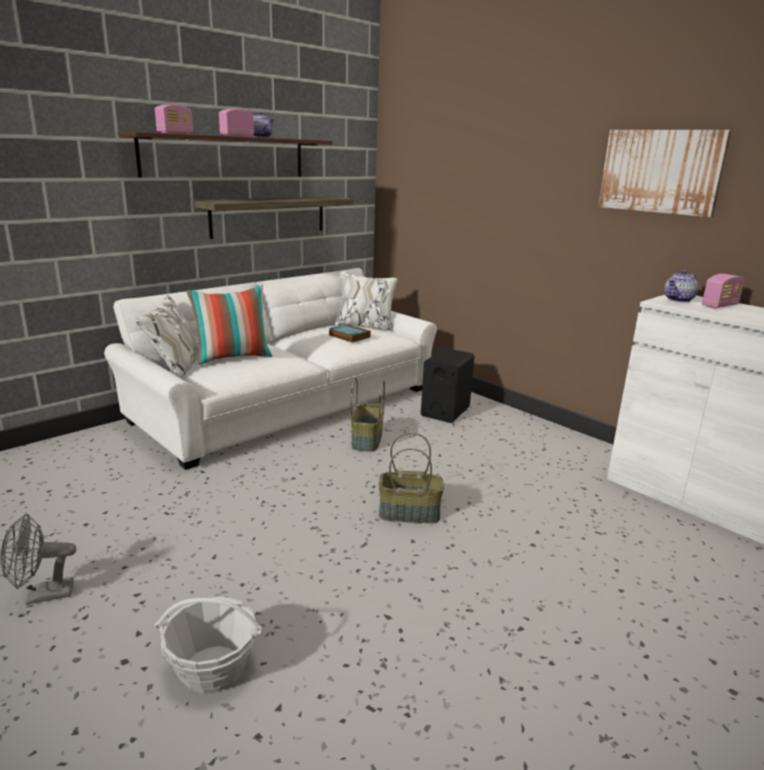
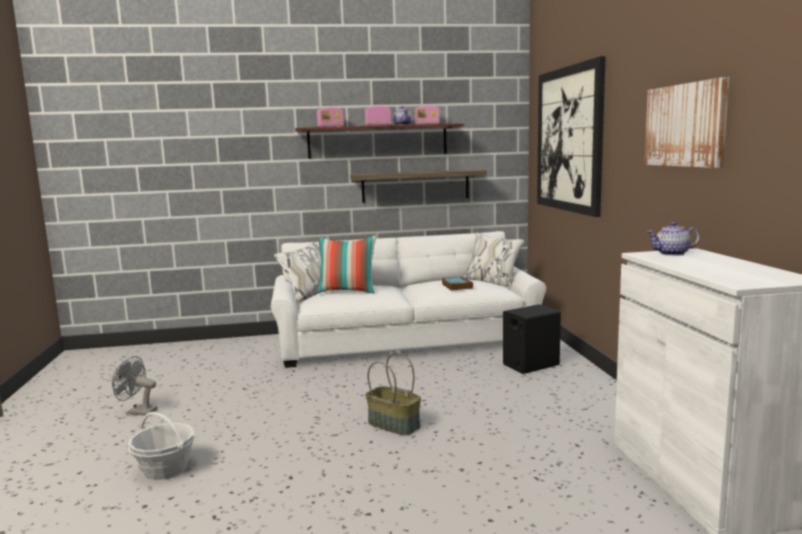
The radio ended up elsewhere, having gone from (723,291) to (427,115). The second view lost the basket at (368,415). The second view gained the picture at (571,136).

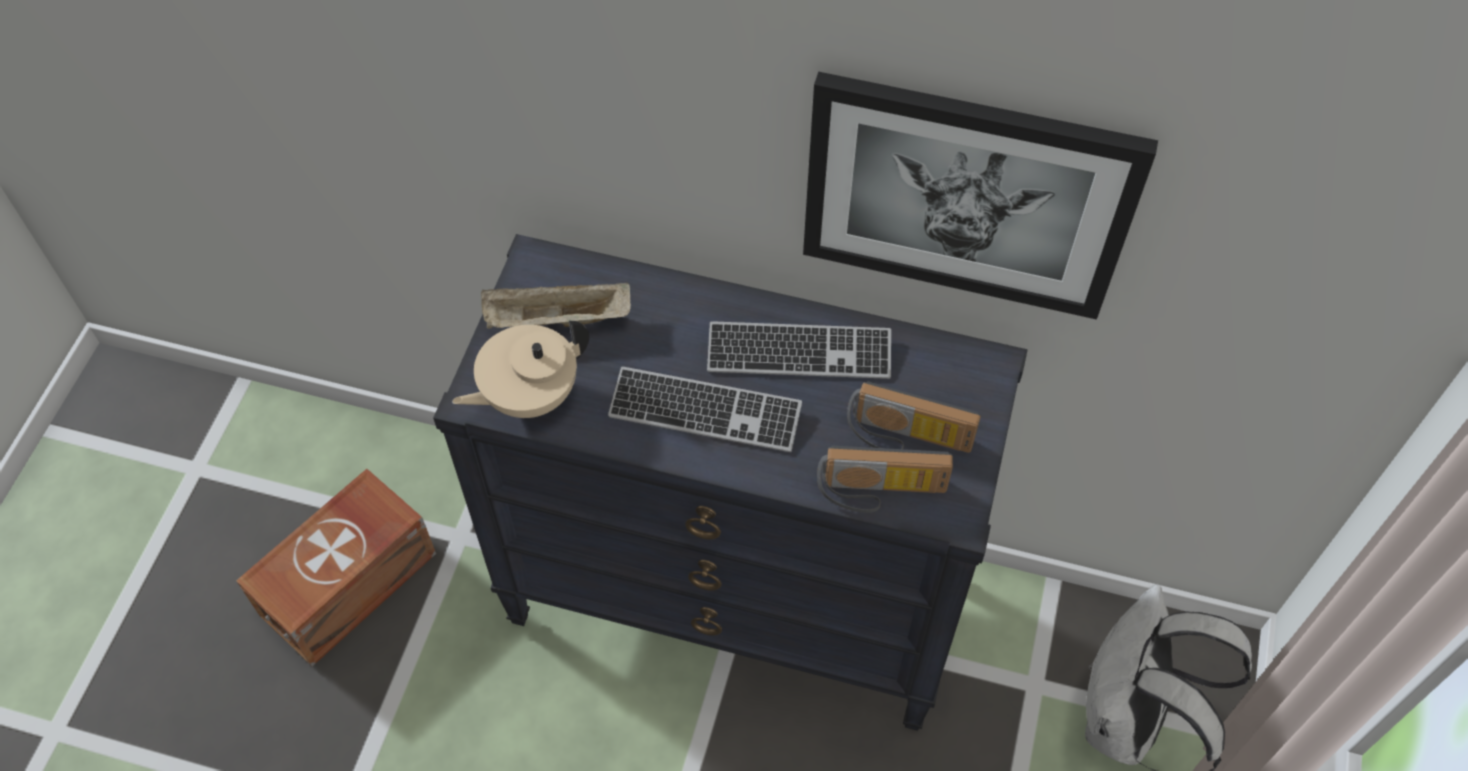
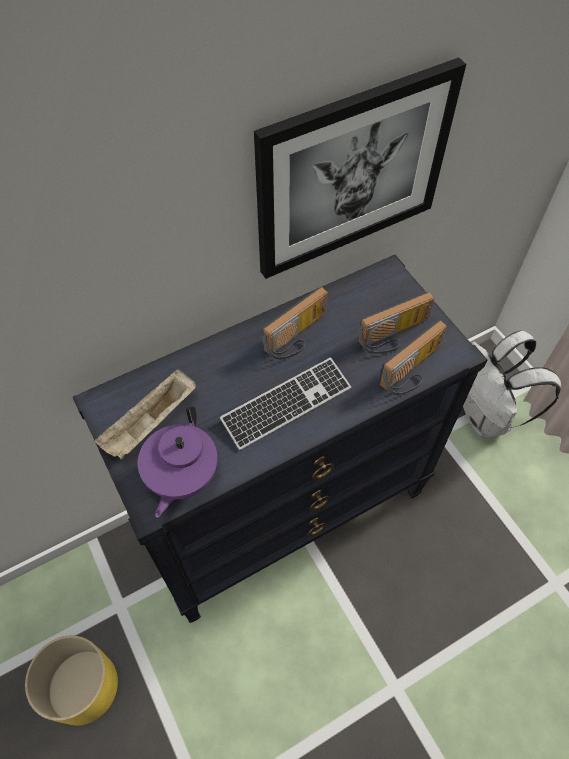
What was the beige teapot at (520,369) turned into the purple teapot at (177,461). Where the keyboard stood at (799,350), the radio came to stand at (295,323). Where the brown storage box stood at (336,567), the yellow planter came to stand at (71,680).

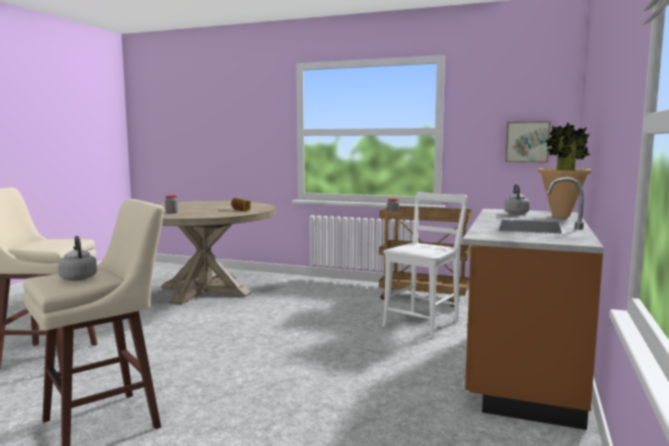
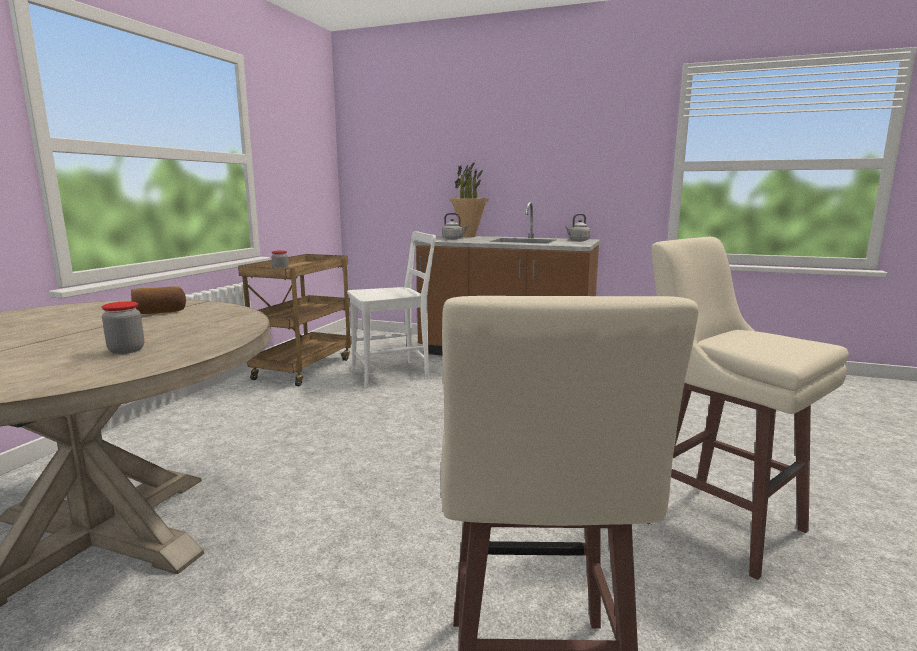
The second view lost the picture at (527,141). The white chair at (425,265) ended up facing another way, 120 degrees clockwise from before. The grey kettle ended up elsewhere, having gone from (77,258) to (578,227).

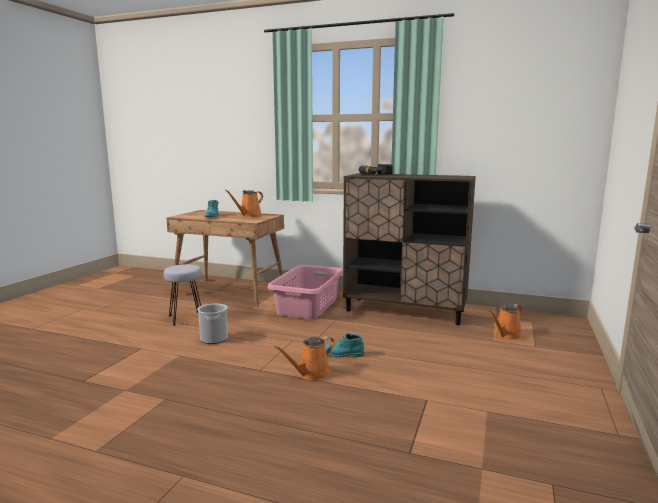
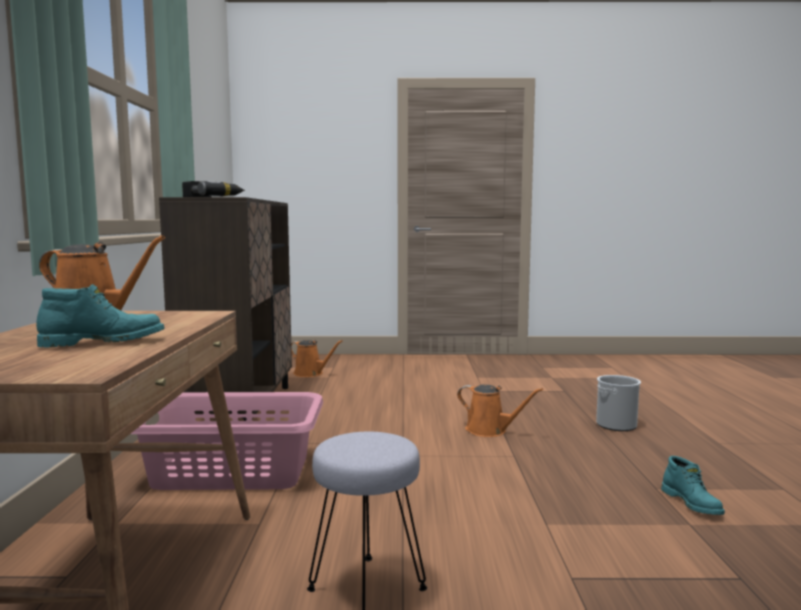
The bucket ended up elsewhere, having gone from (212,323) to (618,403). The turquoise boot ended up elsewhere, having gone from (344,345) to (693,485).

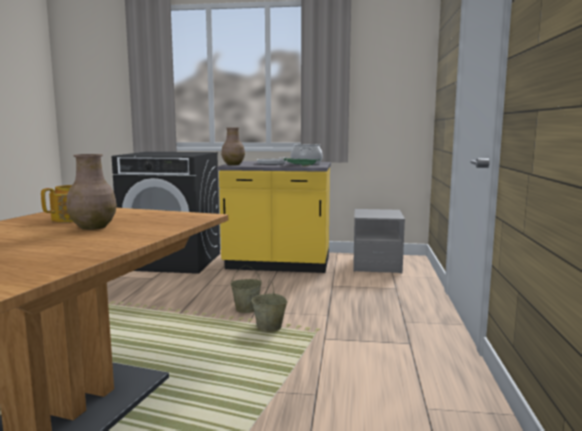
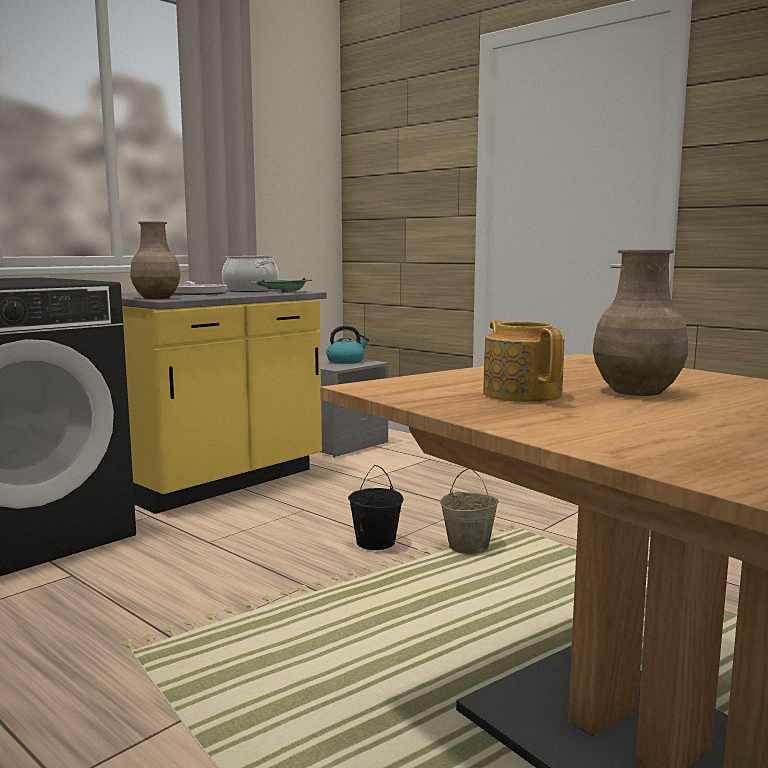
What was the beige bucket at (246,289) turned into the black bucket at (376,507). The second view gained the kettle at (347,344).

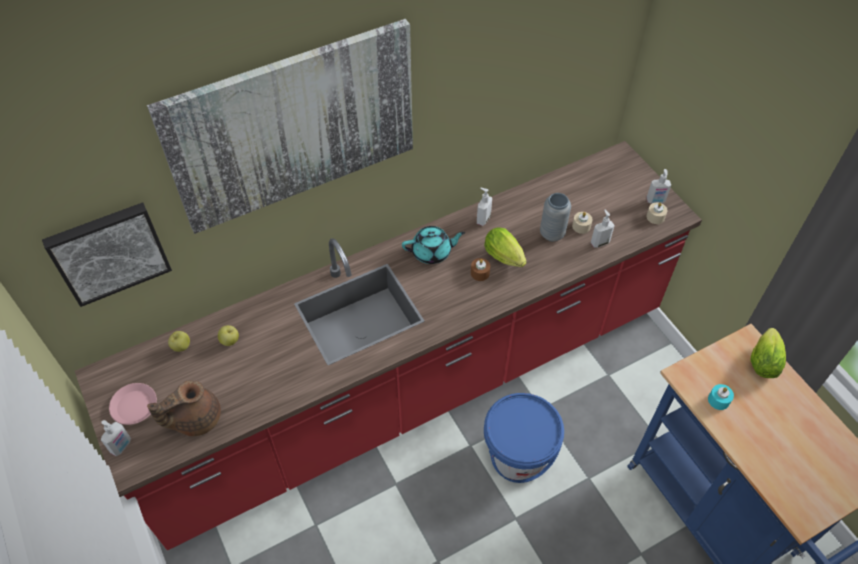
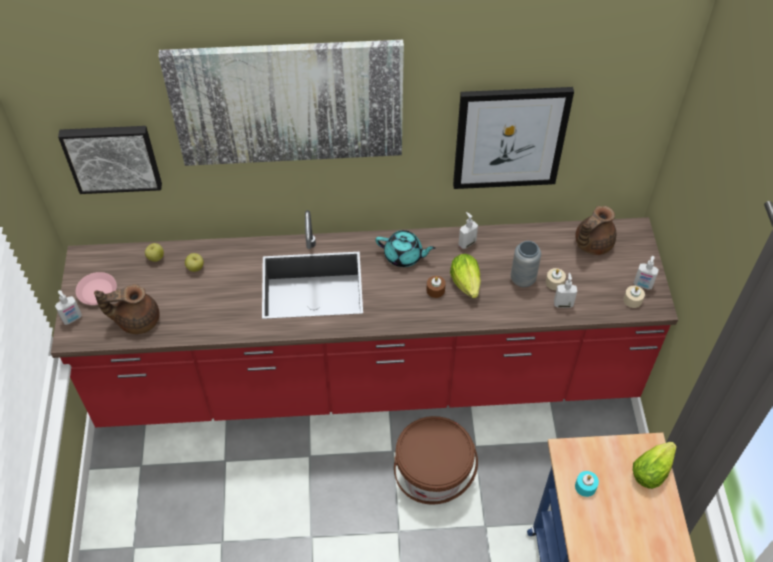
What was the blue bucket at (524,438) turned into the brown bucket at (436,460). The second view gained the picture at (513,138). The second view gained the brown teapot at (595,230).

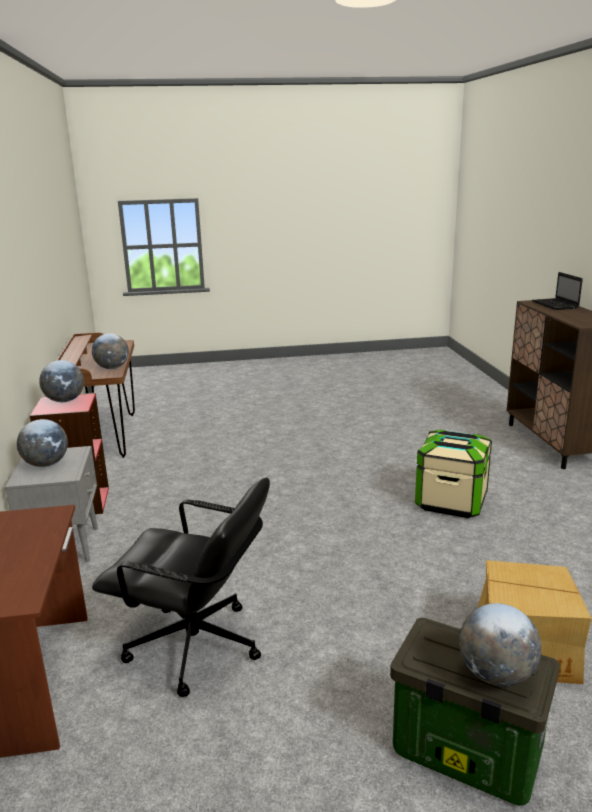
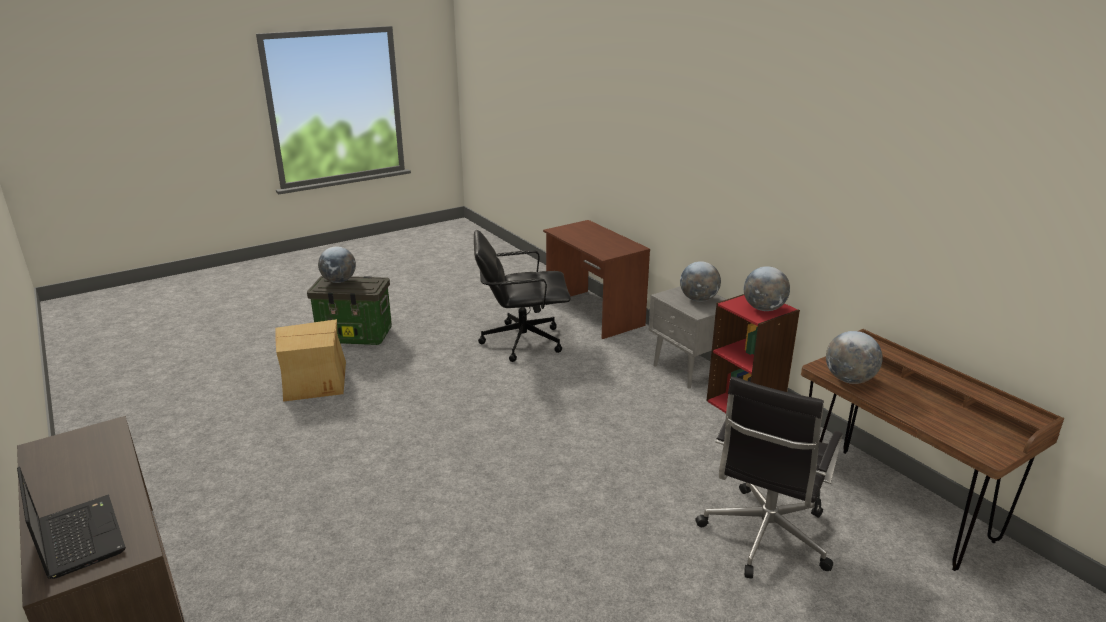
The second view lost the storage box at (453,474). The second view gained the black office chair at (769,477).

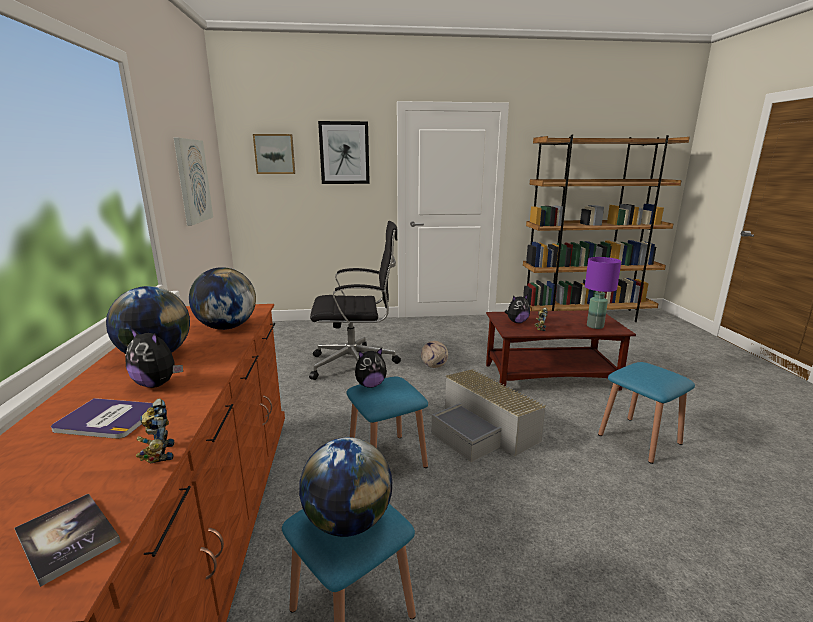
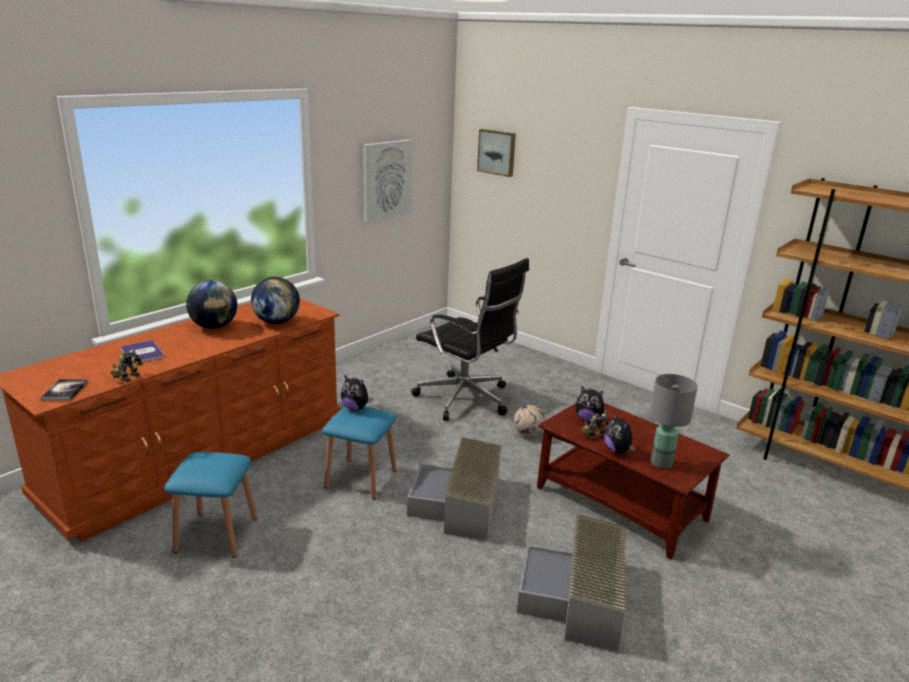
The second view lost the picture at (344,152). What was the purple table lamp at (603,293) turned into the grey table lamp at (674,421). The plush toy ended up elsewhere, having gone from (154,358) to (620,433). Where the blue stool stood at (646,413), the grey storage box came to stand at (571,582). The second view lost the globe at (345,487).

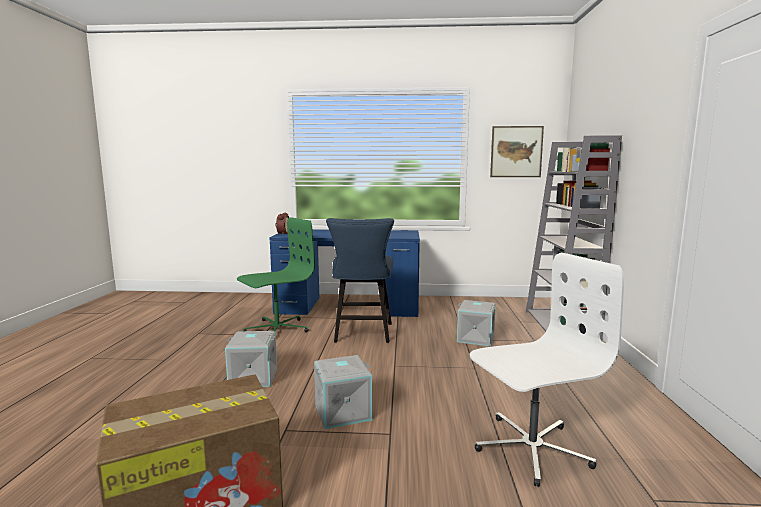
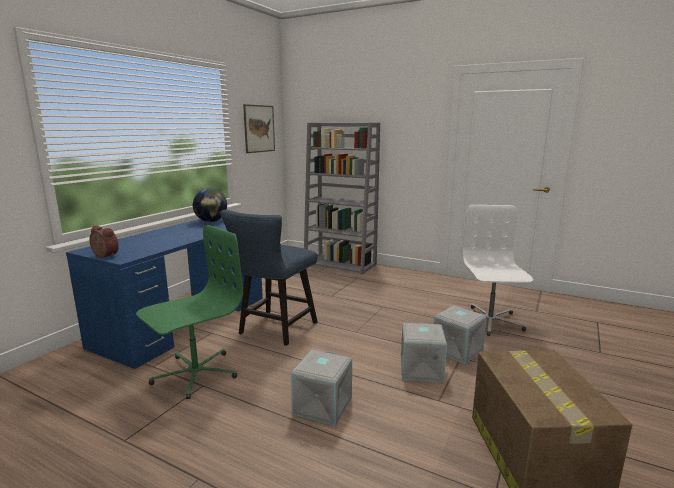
The green office chair at (276,274) ended up facing another way, 60 degrees clockwise from before. The blue chair at (360,280) ended up facing another way, 90 degrees clockwise from before. The grey storage box ended up elsewhere, having gone from (477,323) to (460,335). The second view gained the globe at (210,205).

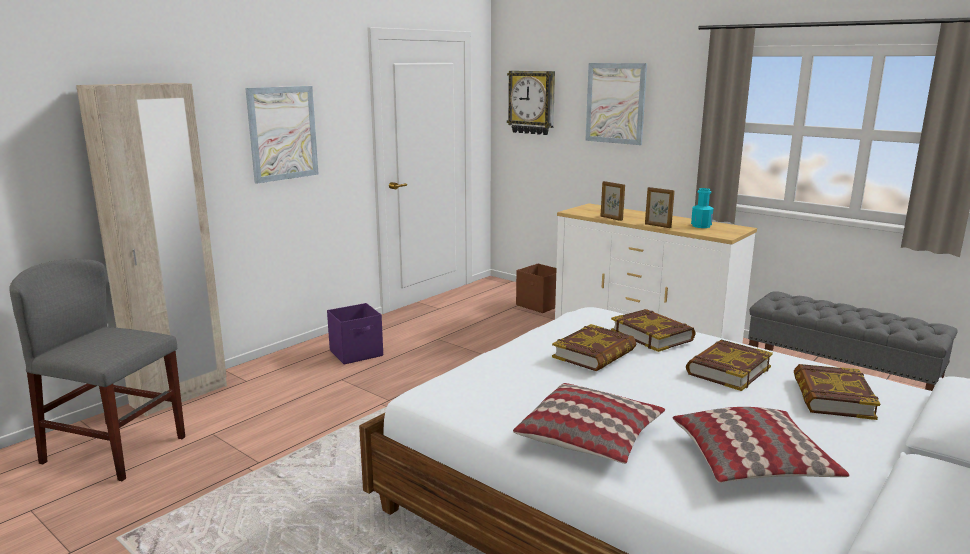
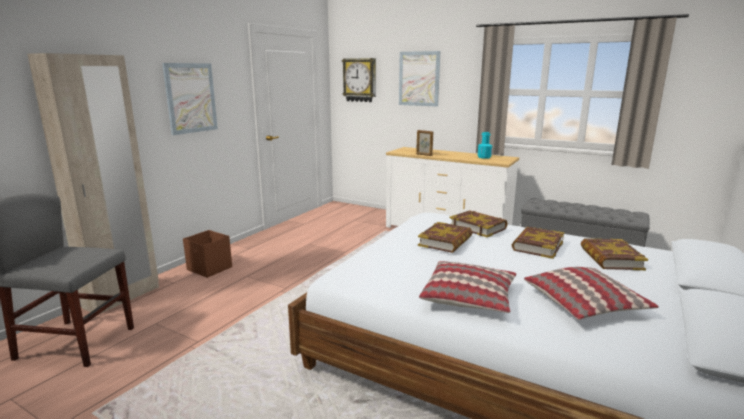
The second view lost the picture frame at (660,207). The brown storage box ended up elsewhere, having gone from (536,288) to (207,254). The second view lost the purple storage box at (355,333).

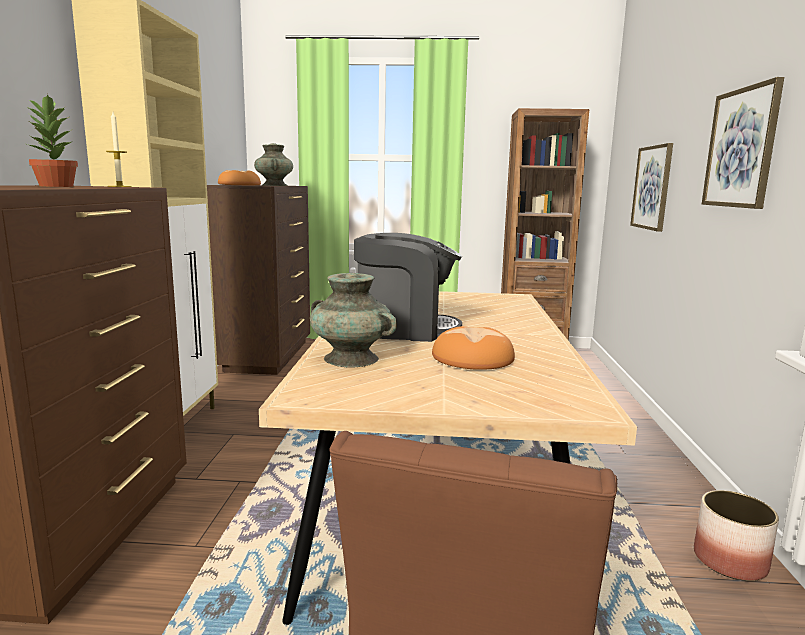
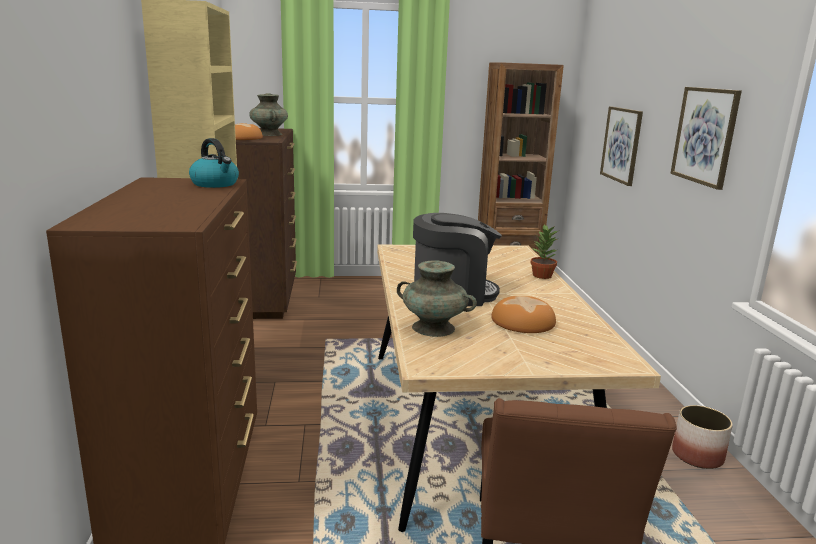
The potted plant ended up elsewhere, having gone from (52,140) to (544,251). Where the candle stood at (119,149), the kettle came to stand at (214,163).

